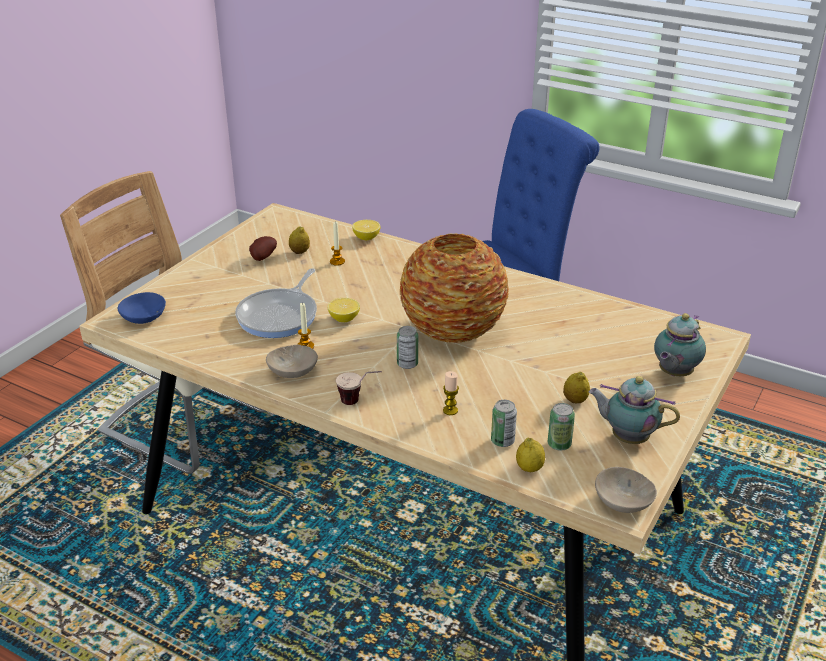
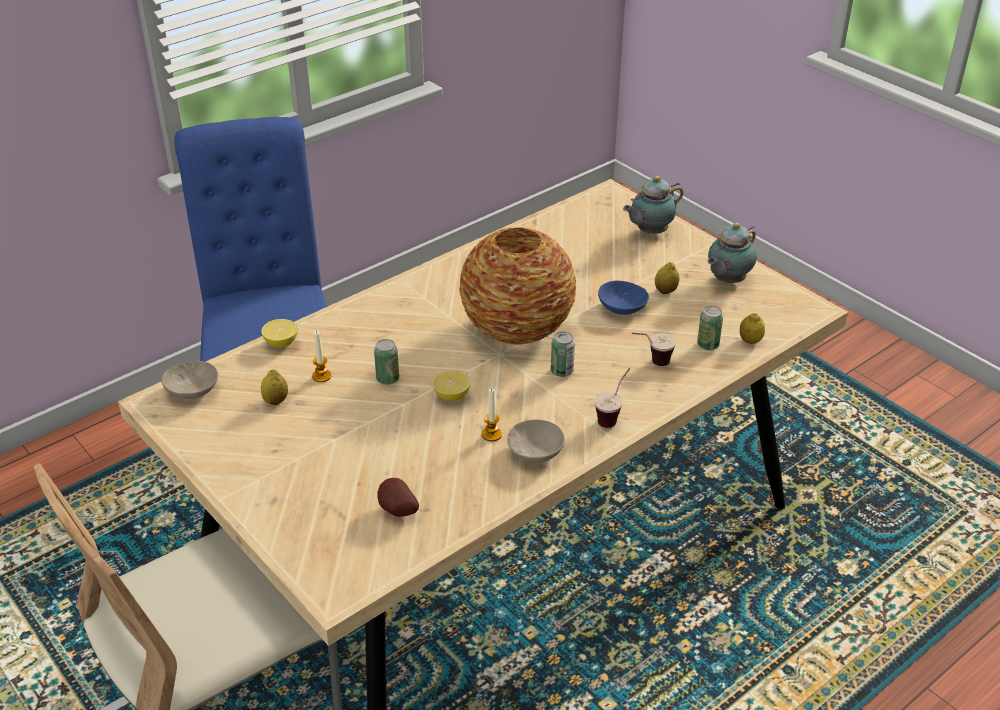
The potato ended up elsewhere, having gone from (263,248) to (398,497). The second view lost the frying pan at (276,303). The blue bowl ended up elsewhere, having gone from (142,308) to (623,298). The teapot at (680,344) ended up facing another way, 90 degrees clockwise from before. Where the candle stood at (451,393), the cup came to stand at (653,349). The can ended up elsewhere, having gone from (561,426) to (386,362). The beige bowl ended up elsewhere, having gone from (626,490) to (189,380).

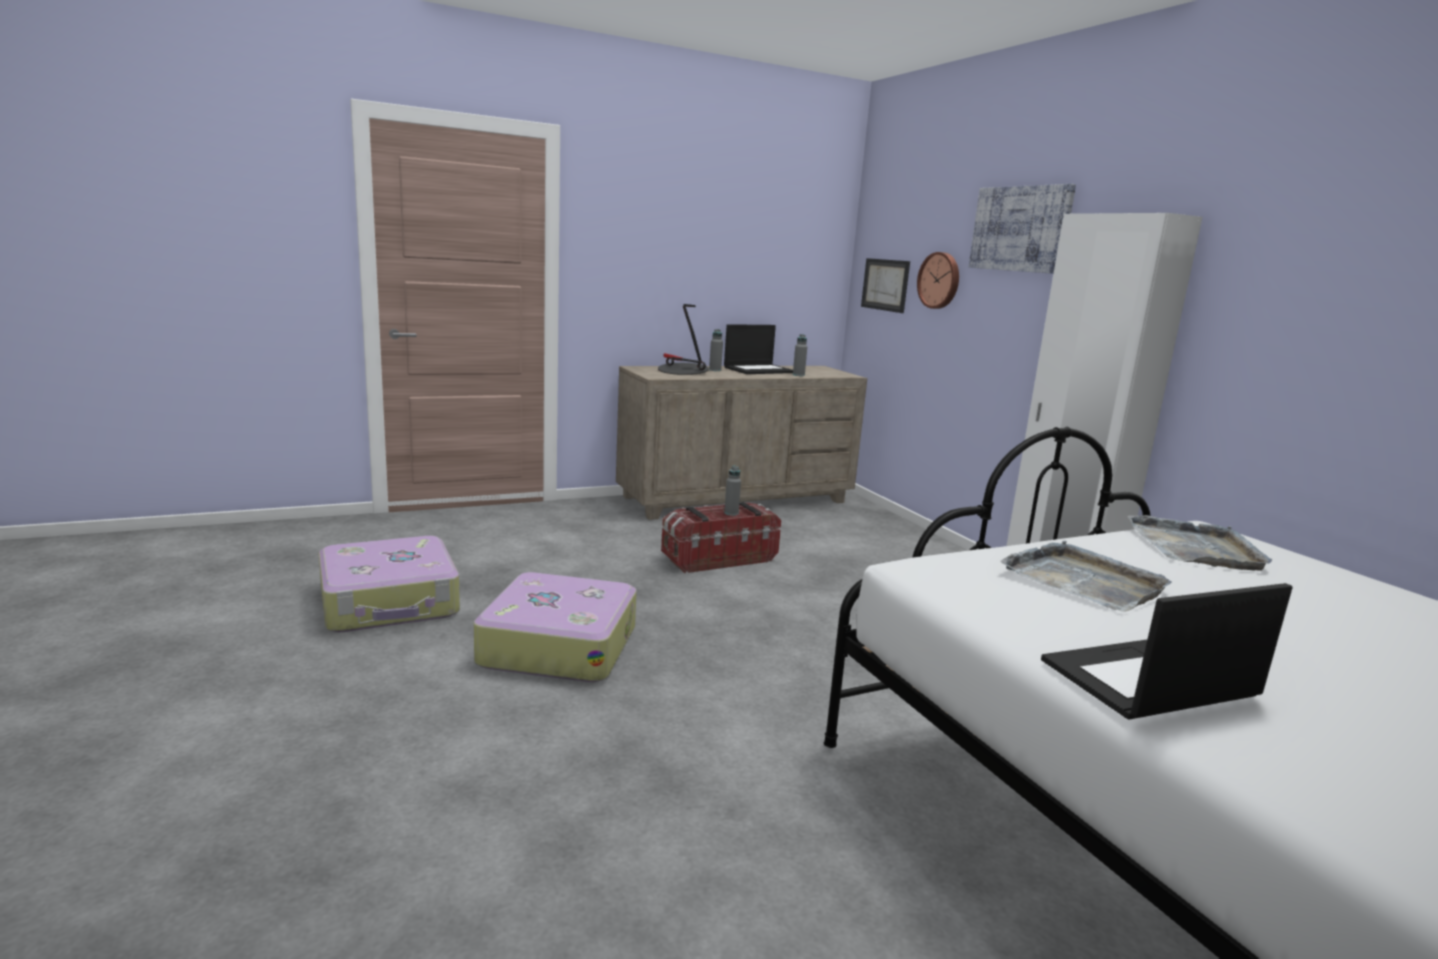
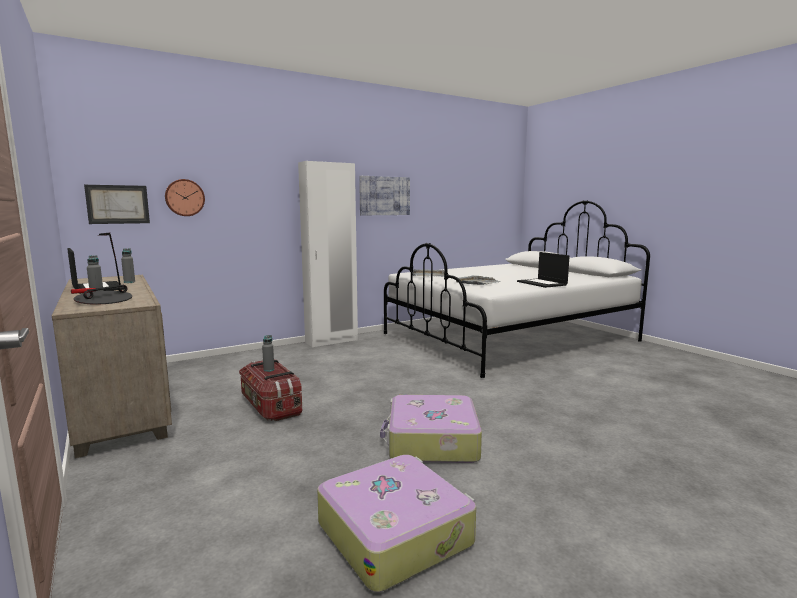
The picture ended up elsewhere, having gone from (1022,229) to (384,195).

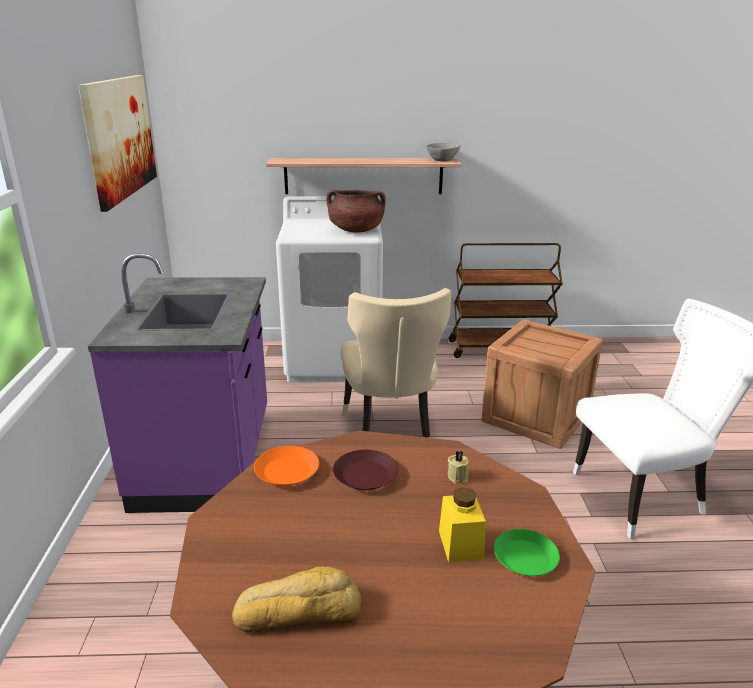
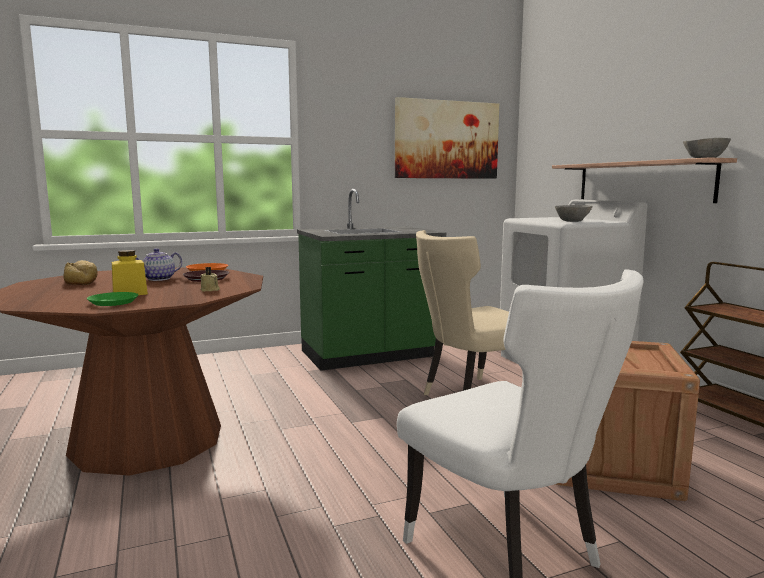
Where the brown cooking pot stood at (356,211), the grey bowl came to stand at (573,213). What was the purple counter at (177,383) turned into the green counter at (371,280). The second view gained the teapot at (158,264).

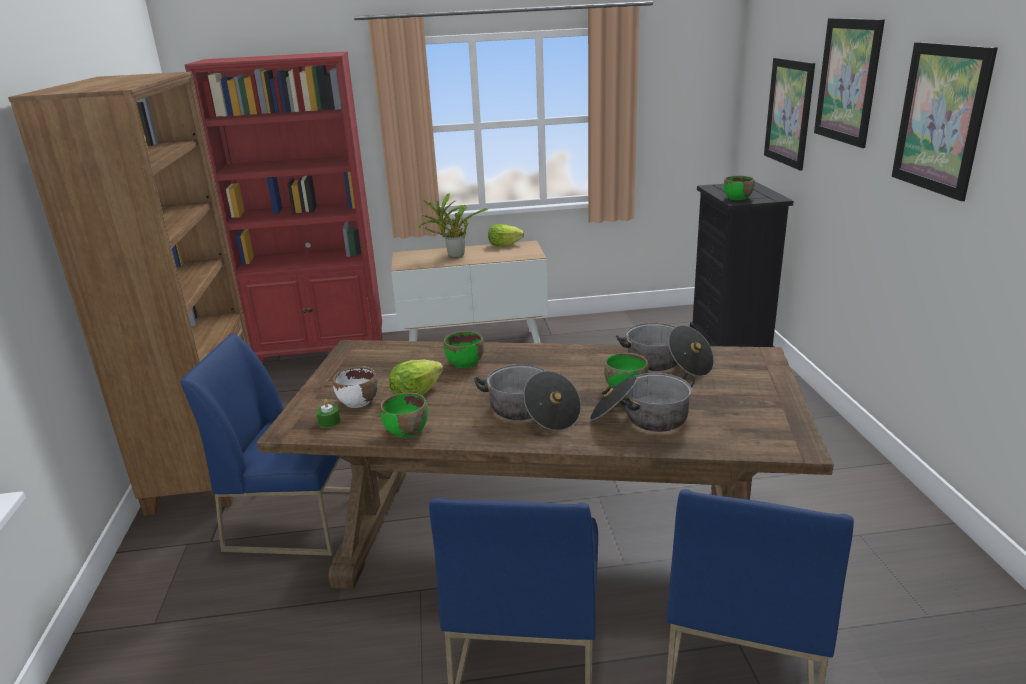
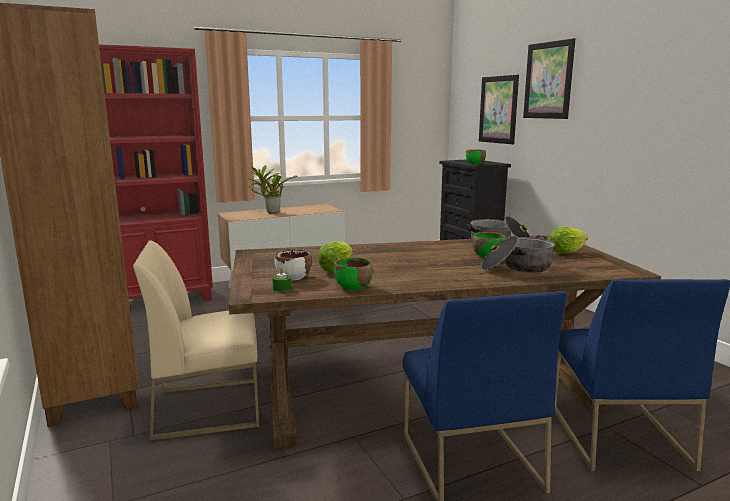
The second view lost the picture at (945,121). The lettuce ended up elsewhere, having gone from (506,235) to (568,240). The second view lost the green bowl at (464,349). What was the blue chair at (265,444) turned into the beige chair at (196,341). The second view lost the cooking pot at (527,397).

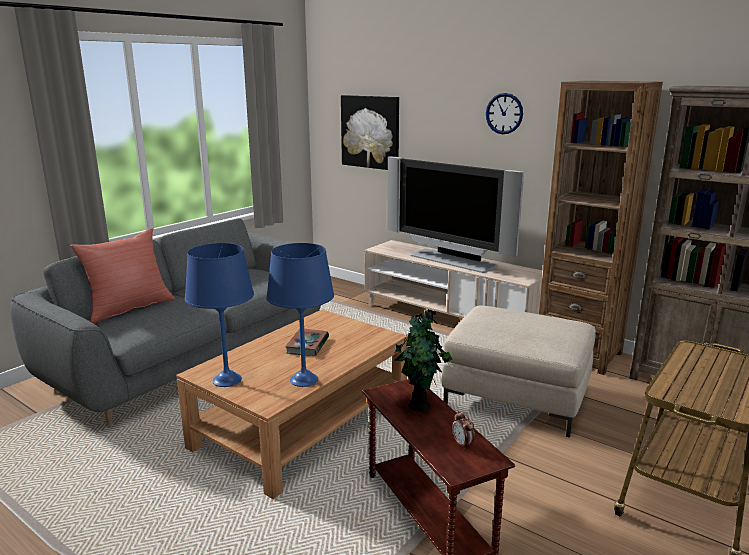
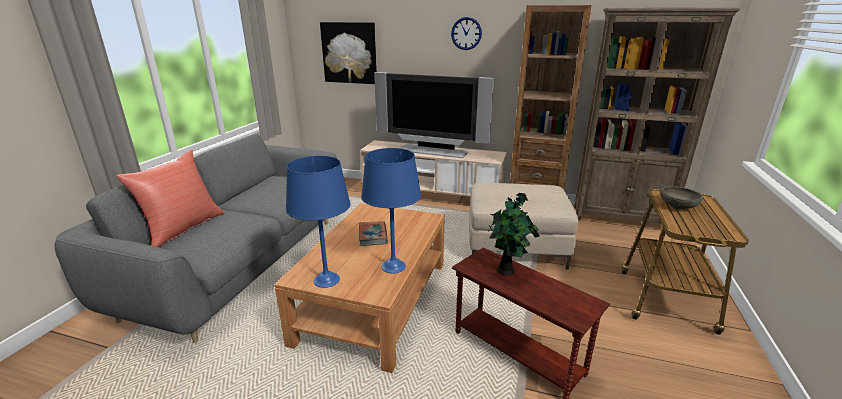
The second view lost the alarm clock at (463,430). The second view gained the grey bowl at (681,197).

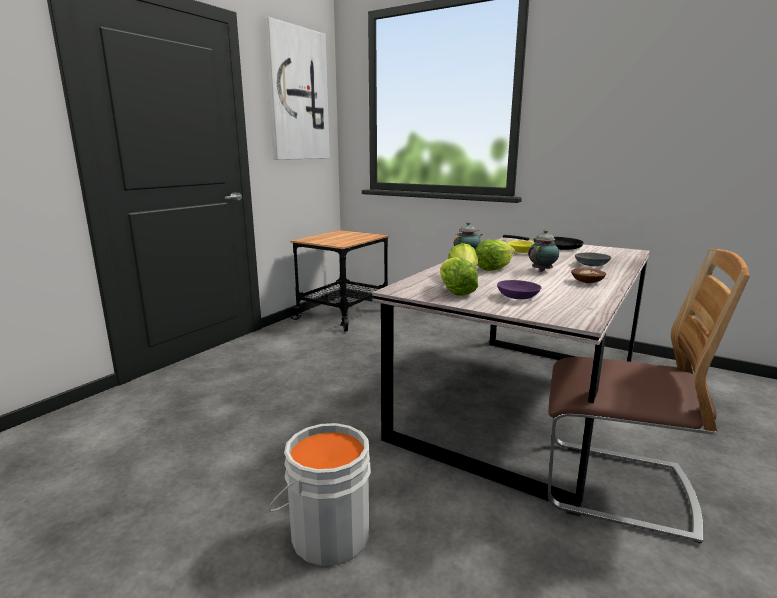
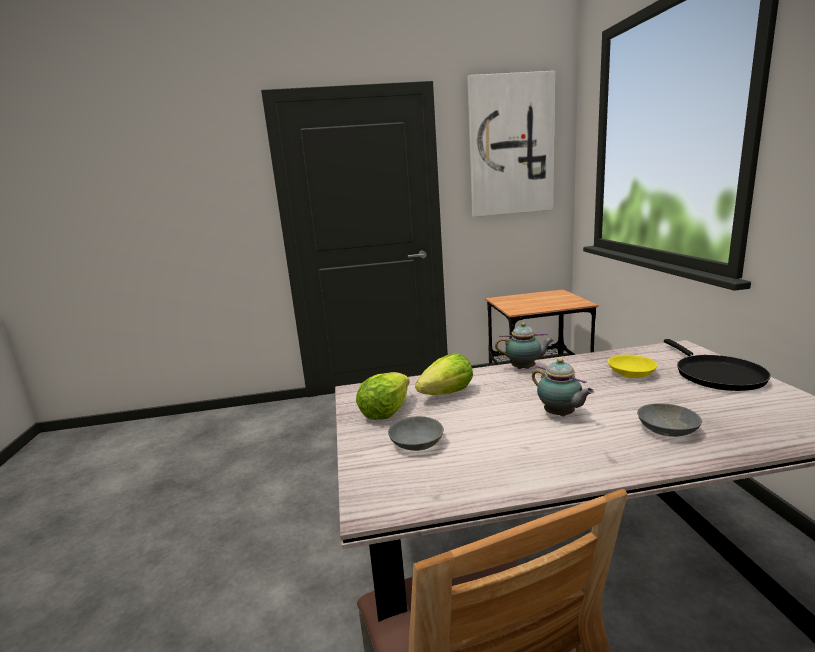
The teapot at (543,251) ended up facing another way, 60 degrees clockwise from before. The second view lost the lettuce at (495,255). The second view lost the brown bowl at (588,275). What was the purple bowl at (519,289) turned into the grey bowl at (416,433). The second view lost the grey bucket at (320,494).

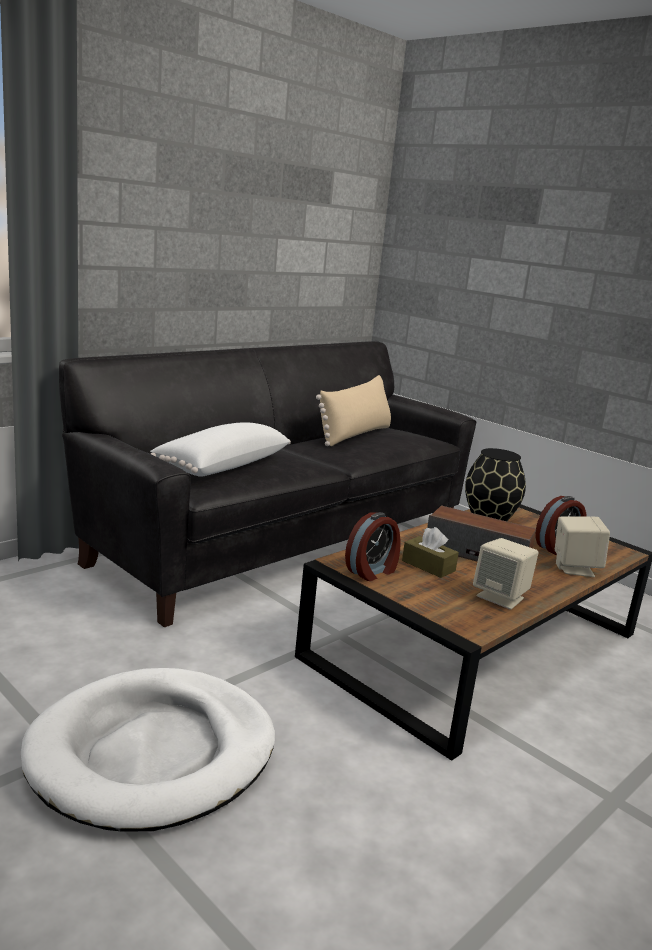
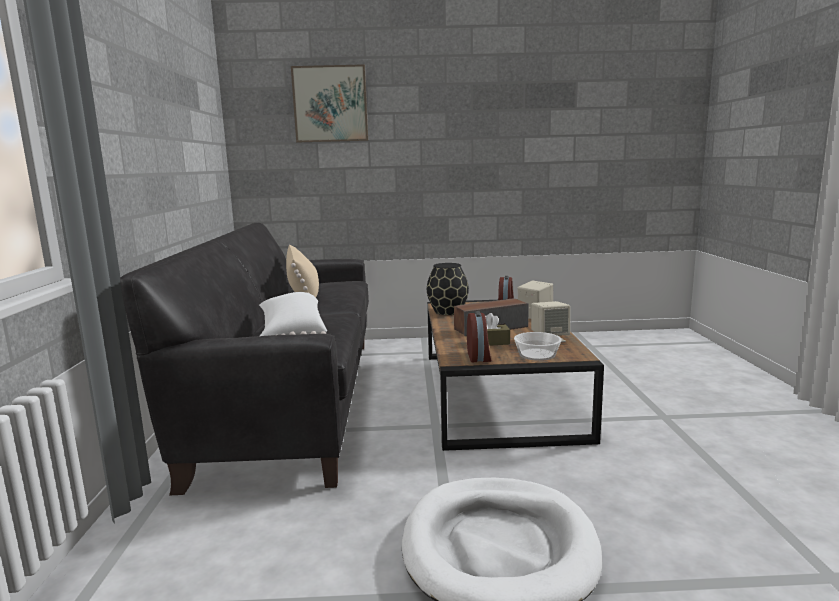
The second view gained the picture at (329,103). The second view gained the bowl at (538,346).

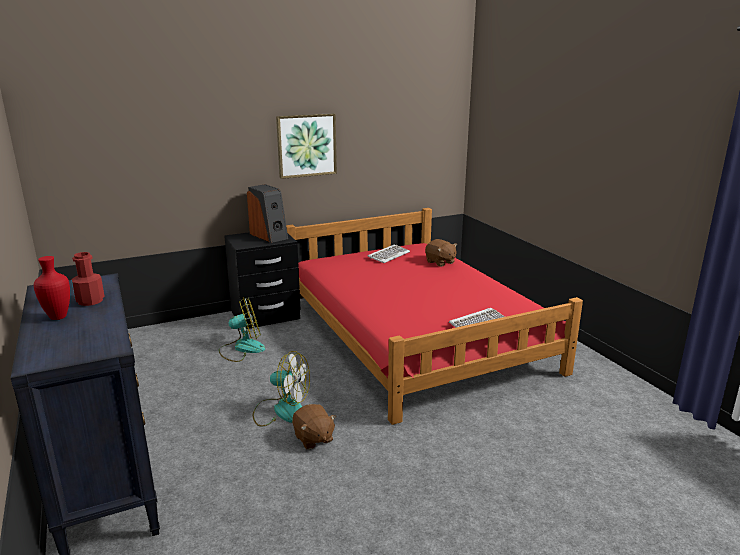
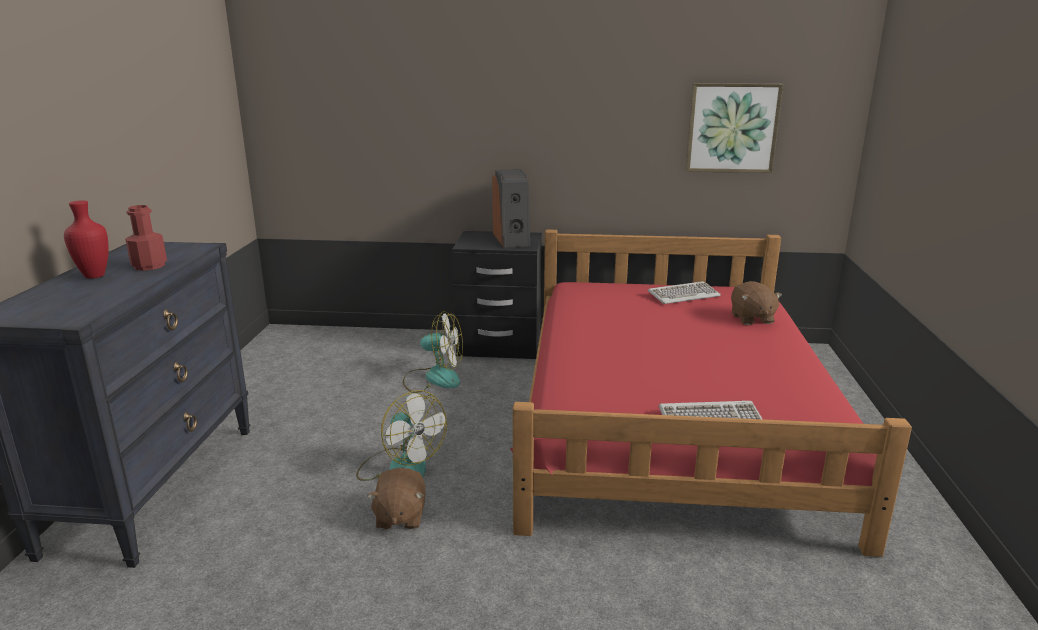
The picture ended up elsewhere, having gone from (306,146) to (734,128).

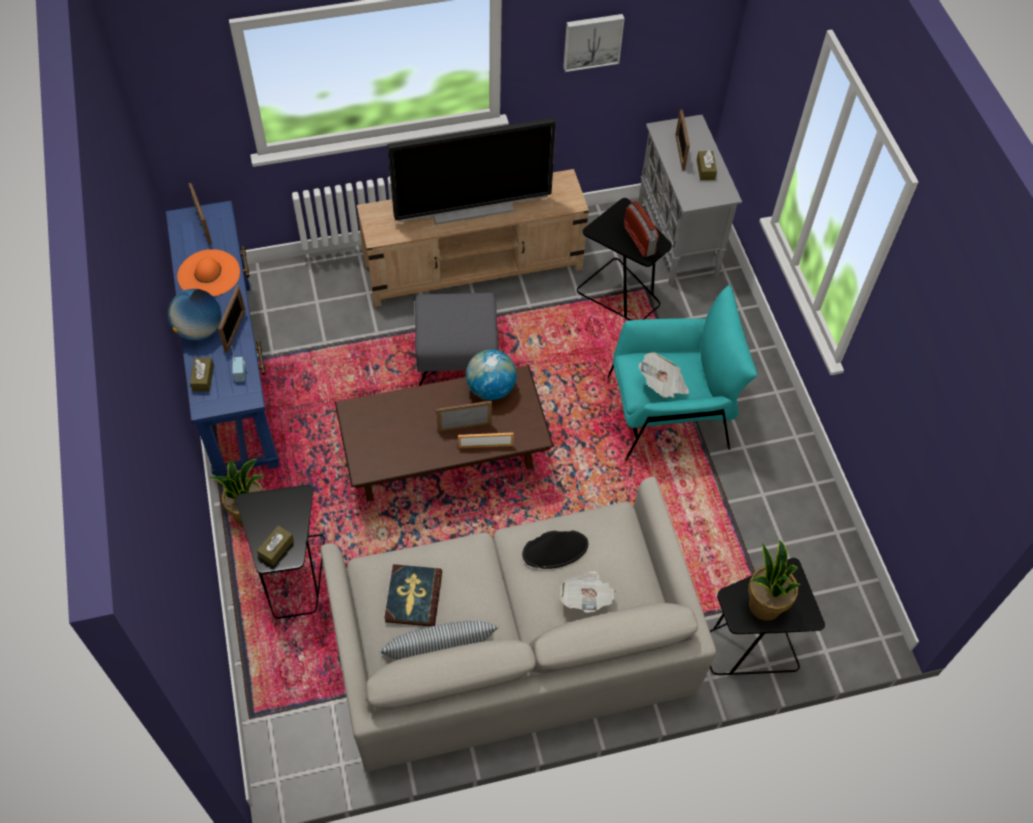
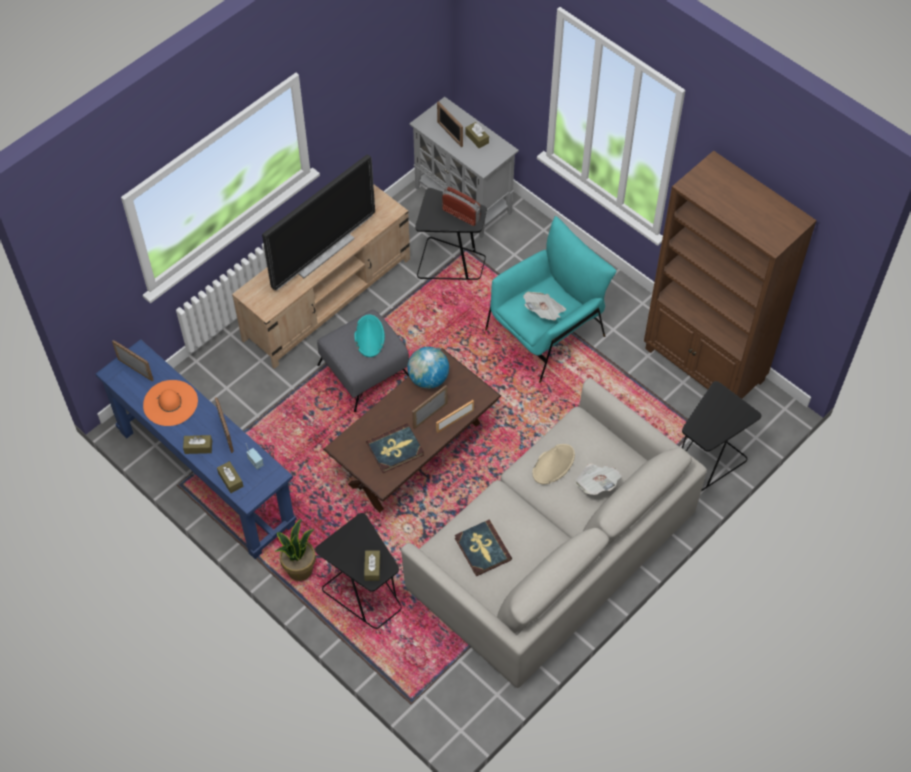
The second view lost the picture at (594,43). Where the globe stood at (194,315), the brown tissue box came to stand at (197,444). What was the black hat at (555,550) turned into the beige hat at (553,464). The second view lost the potted plant at (774,581). The second view lost the pillow at (439,640). The second view gained the brown bookcase at (730,274). The second view gained the turquoise hat at (369,335). The second view gained the book at (395,448).

